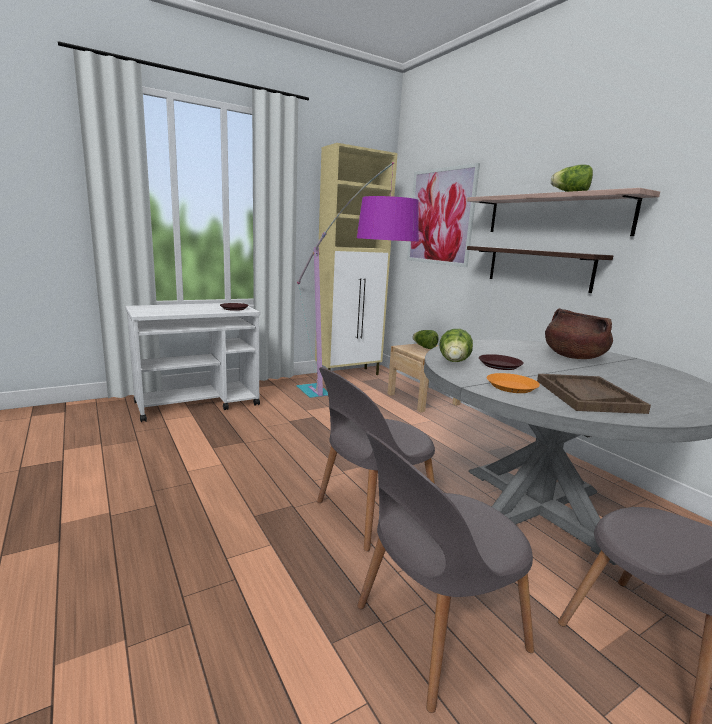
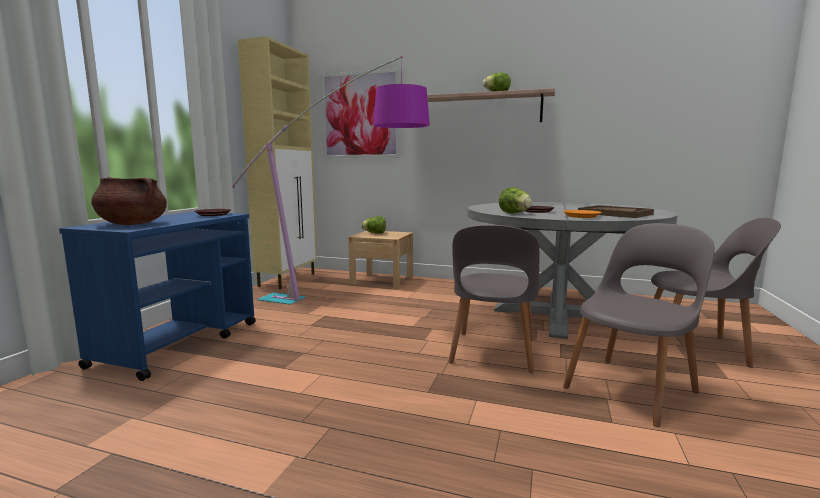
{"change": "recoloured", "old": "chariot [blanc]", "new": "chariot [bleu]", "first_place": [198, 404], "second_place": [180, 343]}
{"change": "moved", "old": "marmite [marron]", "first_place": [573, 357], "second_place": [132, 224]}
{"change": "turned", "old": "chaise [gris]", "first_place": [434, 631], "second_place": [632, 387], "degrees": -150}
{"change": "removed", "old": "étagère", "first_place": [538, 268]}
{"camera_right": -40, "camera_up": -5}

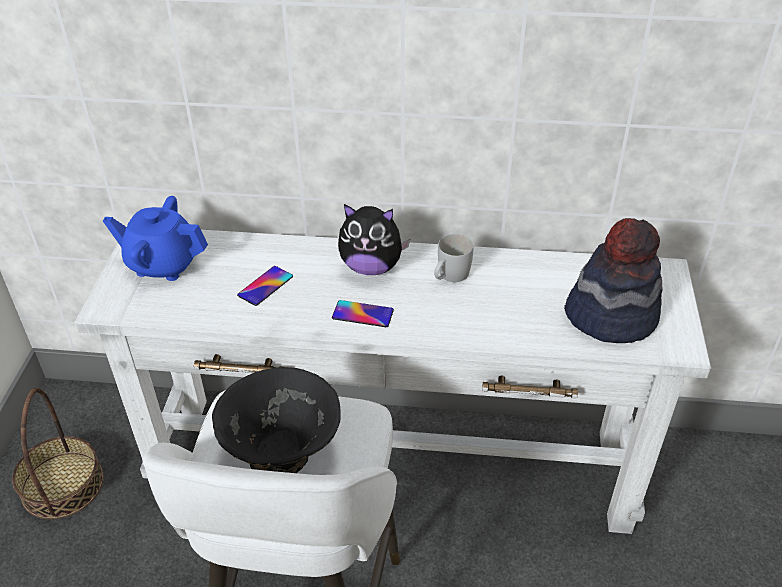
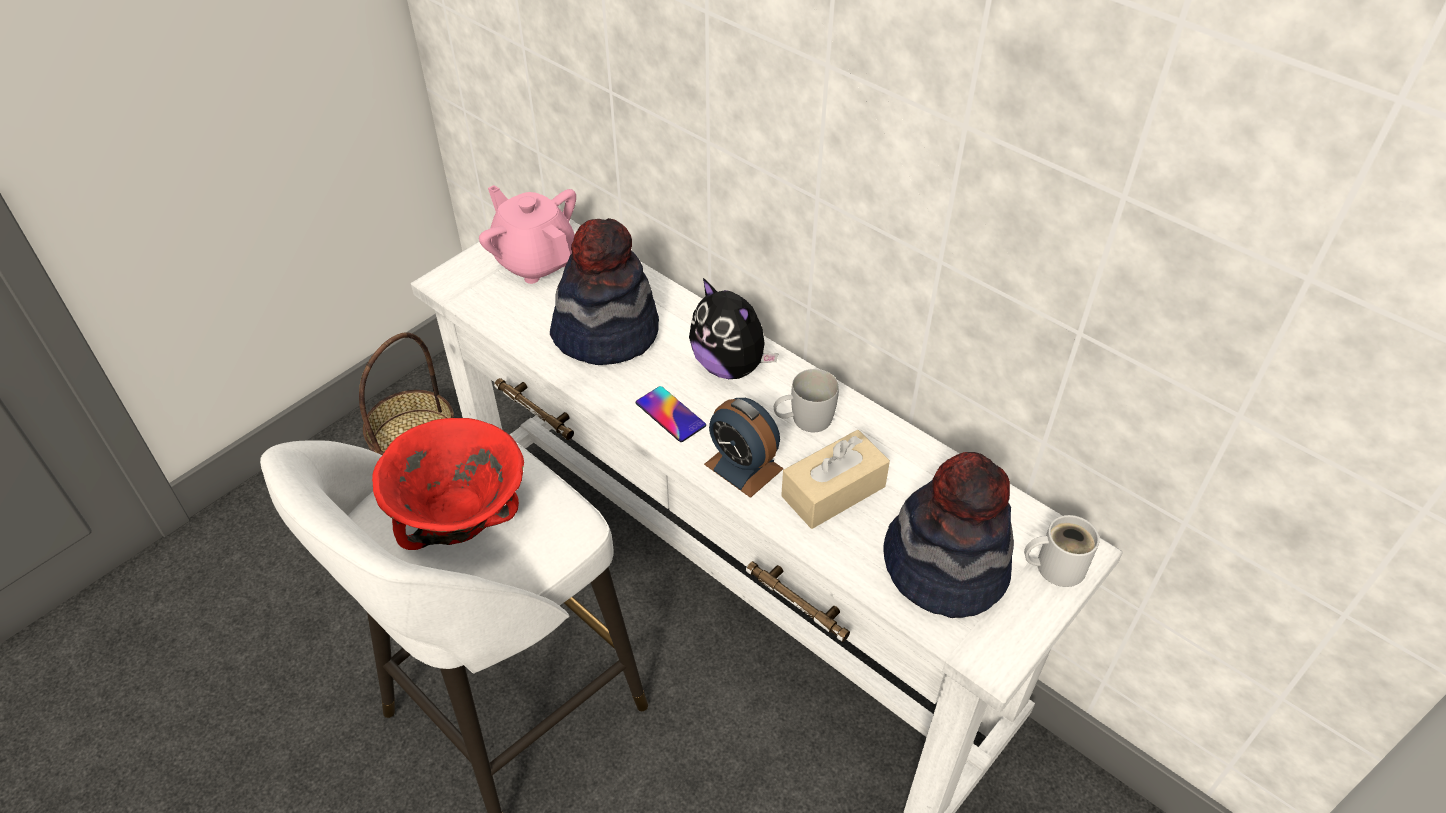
{"change": "recoloured", "old": "bol [noir]", "new": "bol [rouge]", "first_place": [282, 455], "second_place": [459, 519]}
{"change": "recoloured", "old": "théière [bleu]", "new": "théière [rose]", "first_place": [163, 264], "second_place": [535, 261]}
{"change": "replaced", "old": "téléphone", "new": "chapeau", "first_place": [265, 286], "second_place": [606, 333]}
{"change": "added", "new": "réveil", "second_place": [743, 466]}
{"change": "added", "new": "boîte à mouchoirs [beige]", "second_place": [833, 491]}
{"change": "added", "new": "mug [blanc]", "second_place": [1055, 565]}
{"camera_right": 35, "camera_up": 5}

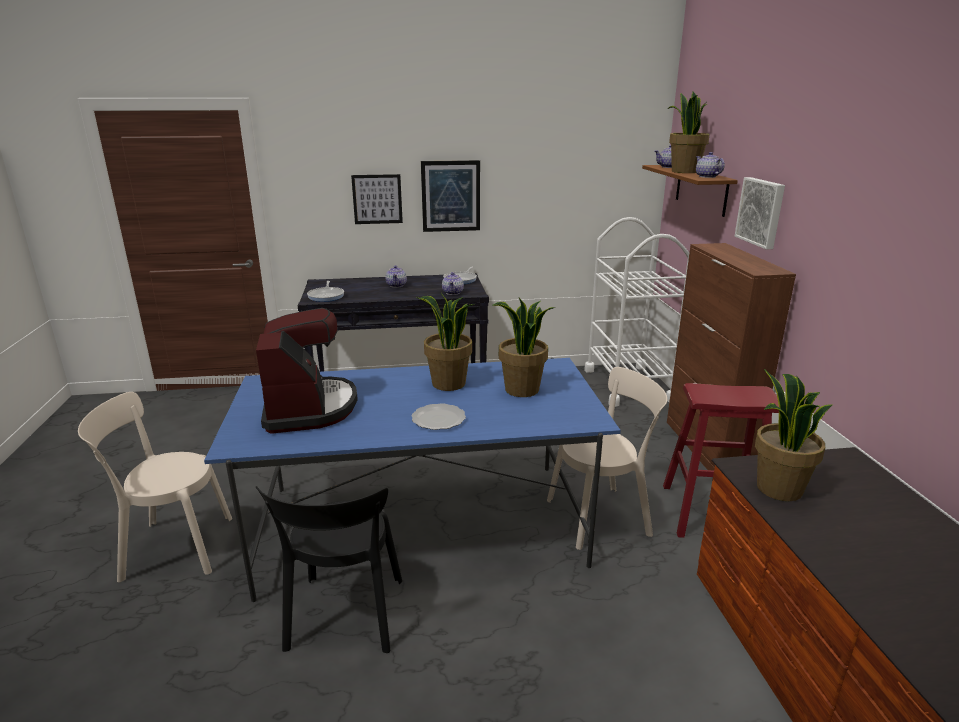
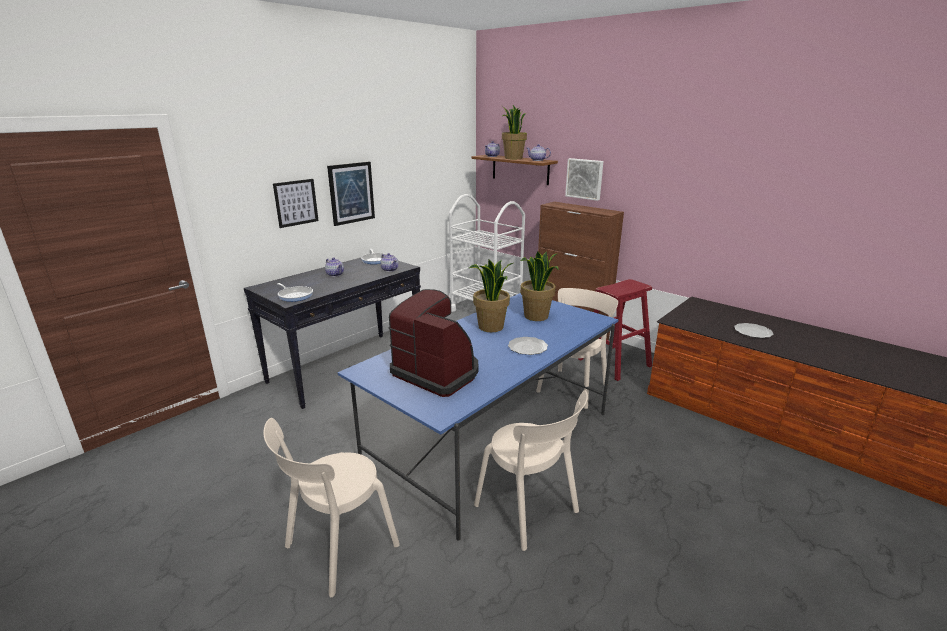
{"change": "recoloured", "old": "chaise [noir]", "new": "chaise [beige]", "first_place": [345, 618], "second_place": [529, 511]}
{"change": "added", "new": "assiette", "second_place": [753, 332]}
{"change": "removed", "old": "plante en pot", "first_place": [778, 489]}
{"camera_right": -40, "camera_up": 0}

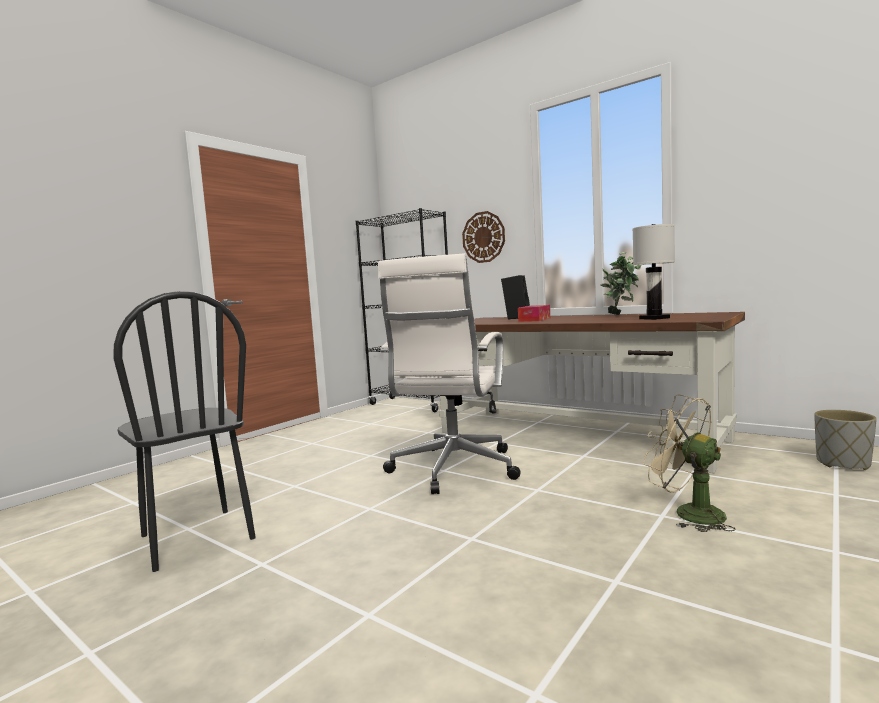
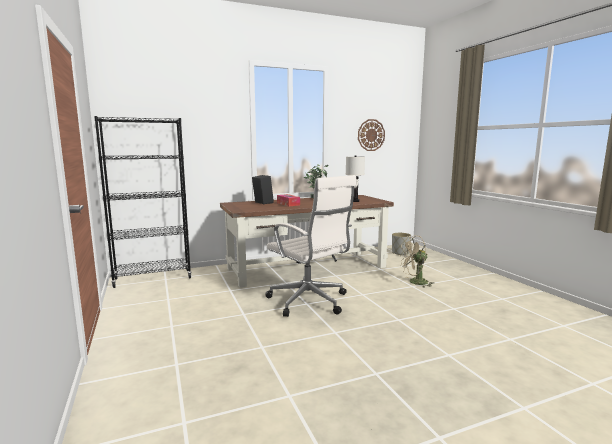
{"change": "moved", "old": "horloge murale", "first_place": [483, 237], "second_place": [371, 135]}
{"change": "removed", "old": "chaise [noir]", "first_place": [196, 537]}
{"camera_right": -60, "camera_up": 5}

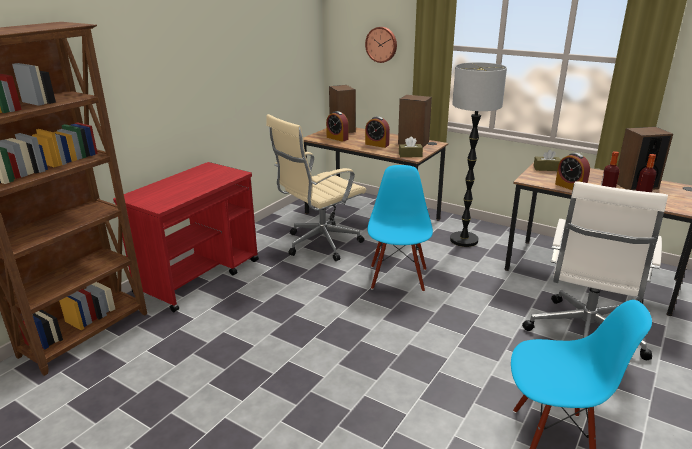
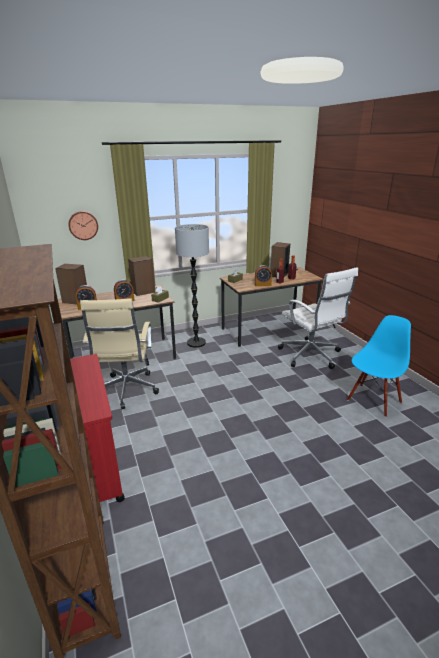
{"change": "removed", "old": "chaise [bleu]", "first_place": [398, 278]}
{"camera_right": -55, "camera_up": 0}

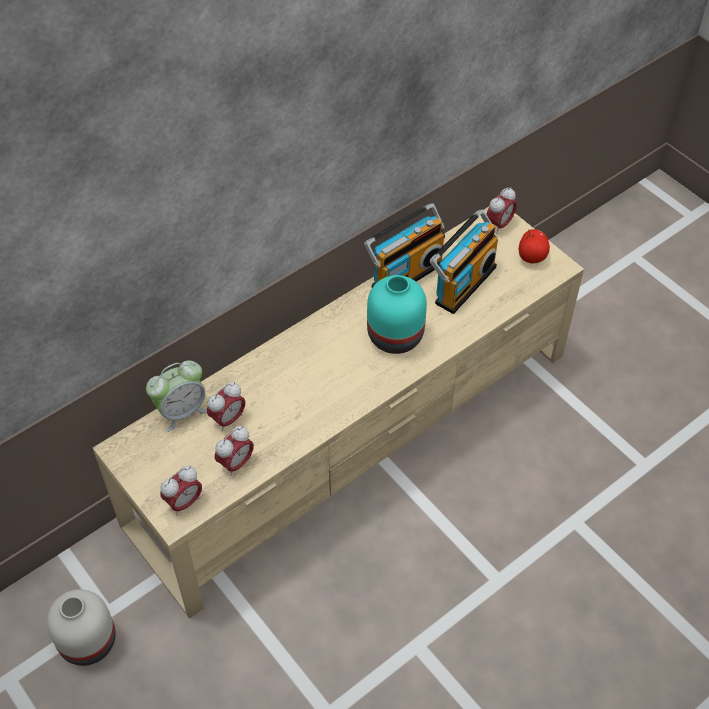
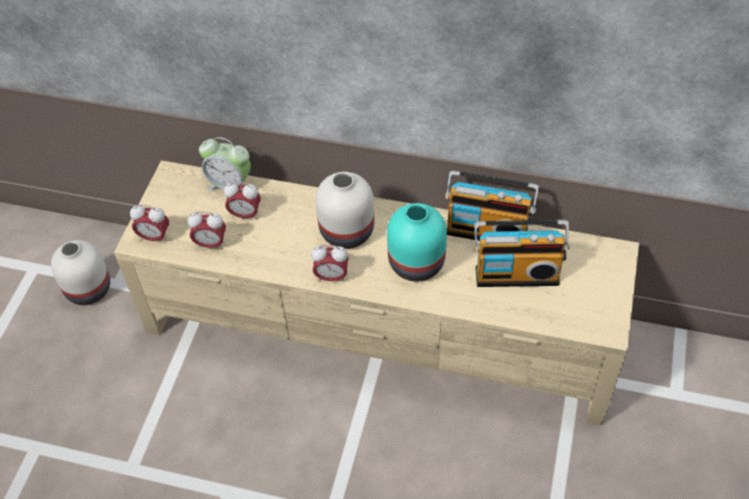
{"change": "moved", "old": "réveil", "first_place": [499, 224], "second_place": [331, 277]}
{"change": "added", "new": "vase [blanc]", "second_place": [348, 231]}
{"change": "removed", "old": "pomme", "first_place": [532, 257]}
{"camera_right": 55, "camera_up": 0}

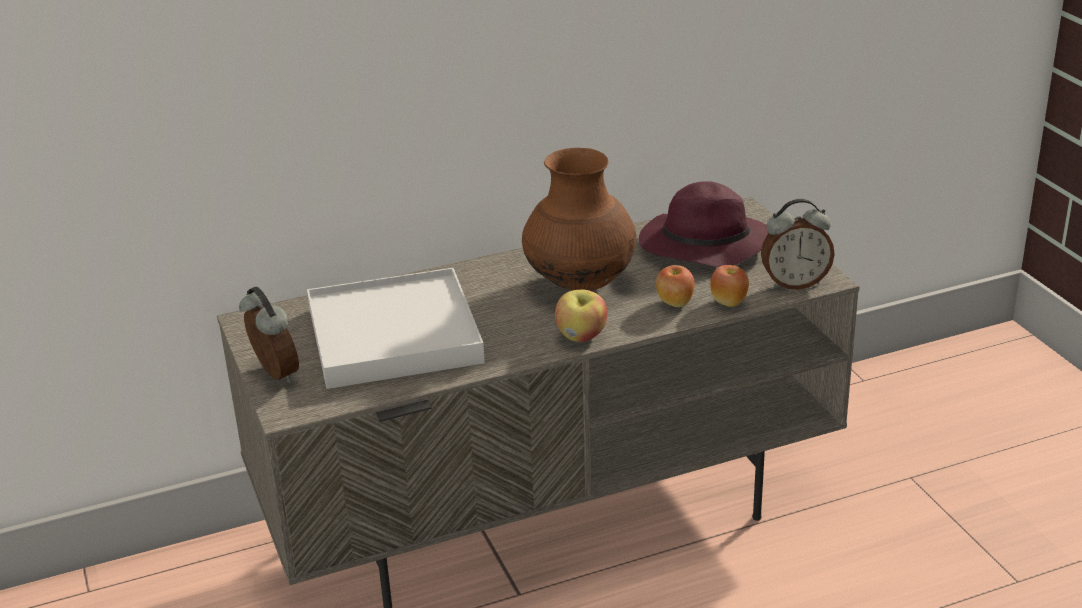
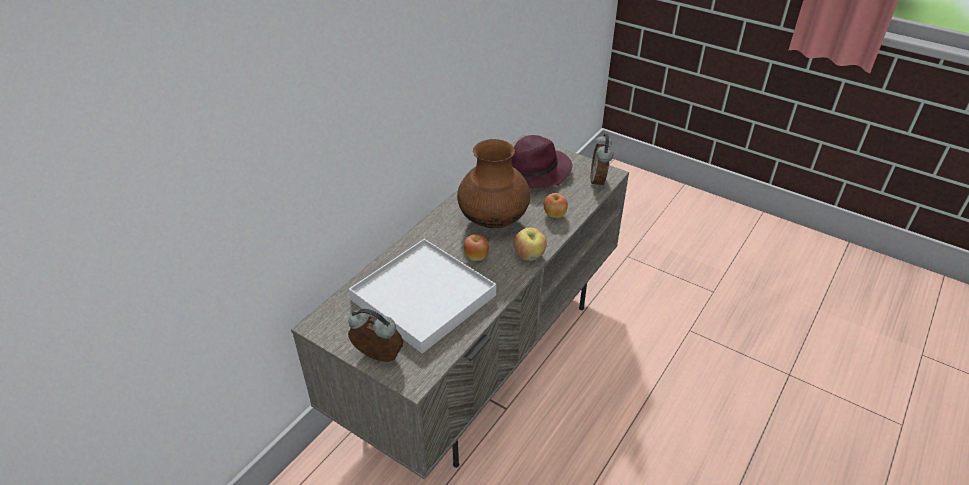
{"change": "moved", "old": "pomme", "first_place": [729, 302], "second_place": [476, 257]}
{"change": "turned", "old": "réveil", "first_place": [794, 283], "second_place": [599, 181], "degrees": 135}
{"camera_right": -35, "camera_up": 10}

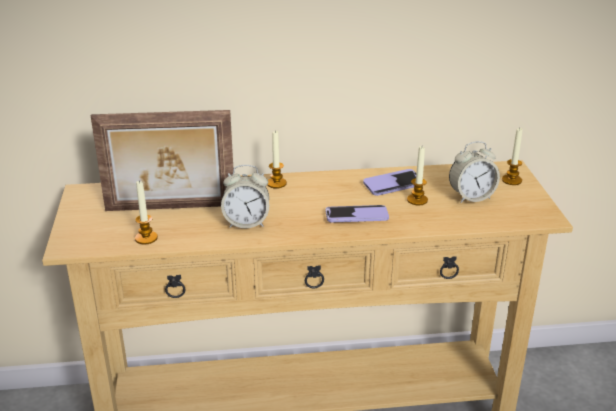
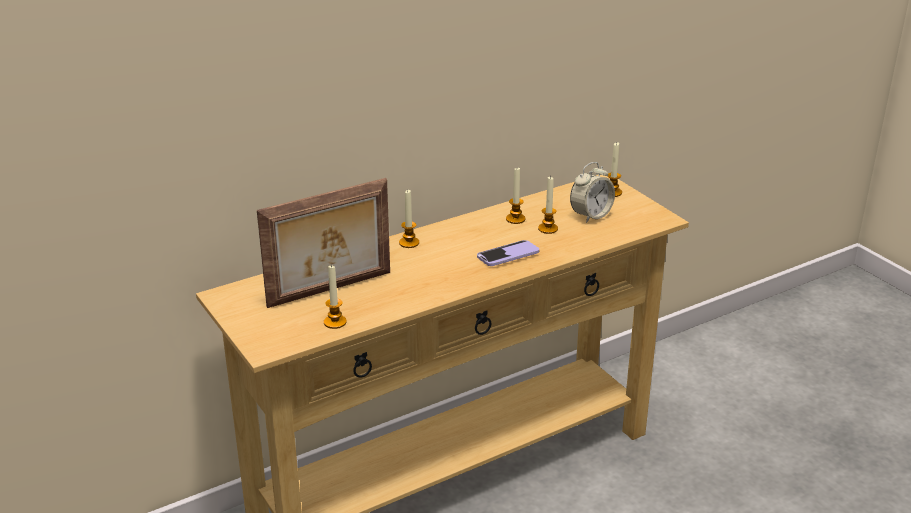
{"change": "replaced", "old": "téléphone", "new": "bougie", "first_place": [393, 184], "second_place": [515, 219]}
{"change": "removed", "old": "réveil", "first_place": [246, 223]}
{"camera_right": -25, "camera_up": 0}

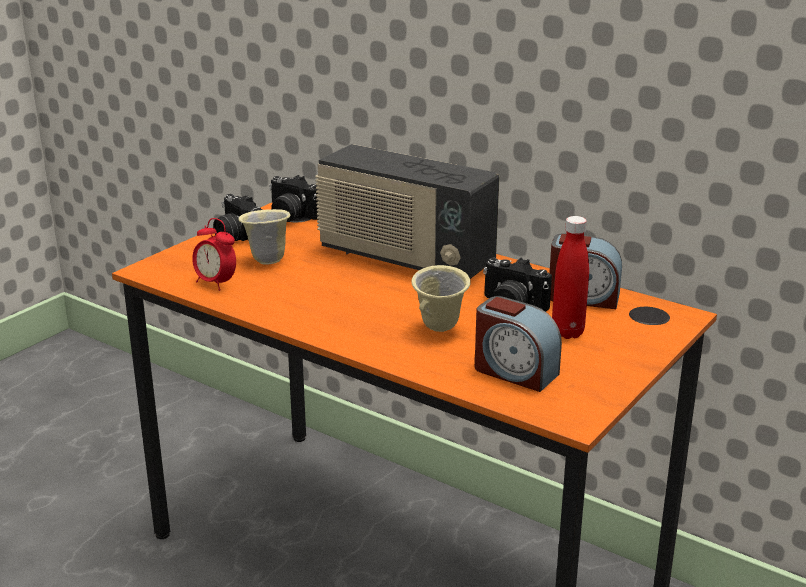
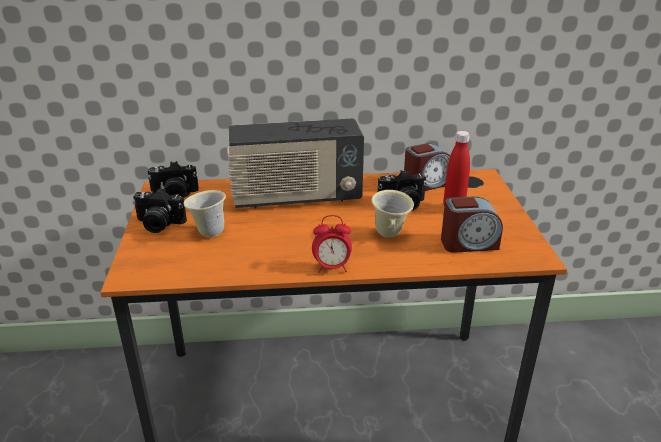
{"change": "moved", "old": "réveil", "first_place": [216, 283], "second_place": [332, 267]}
{"camera_right": -40, "camera_up": 5}

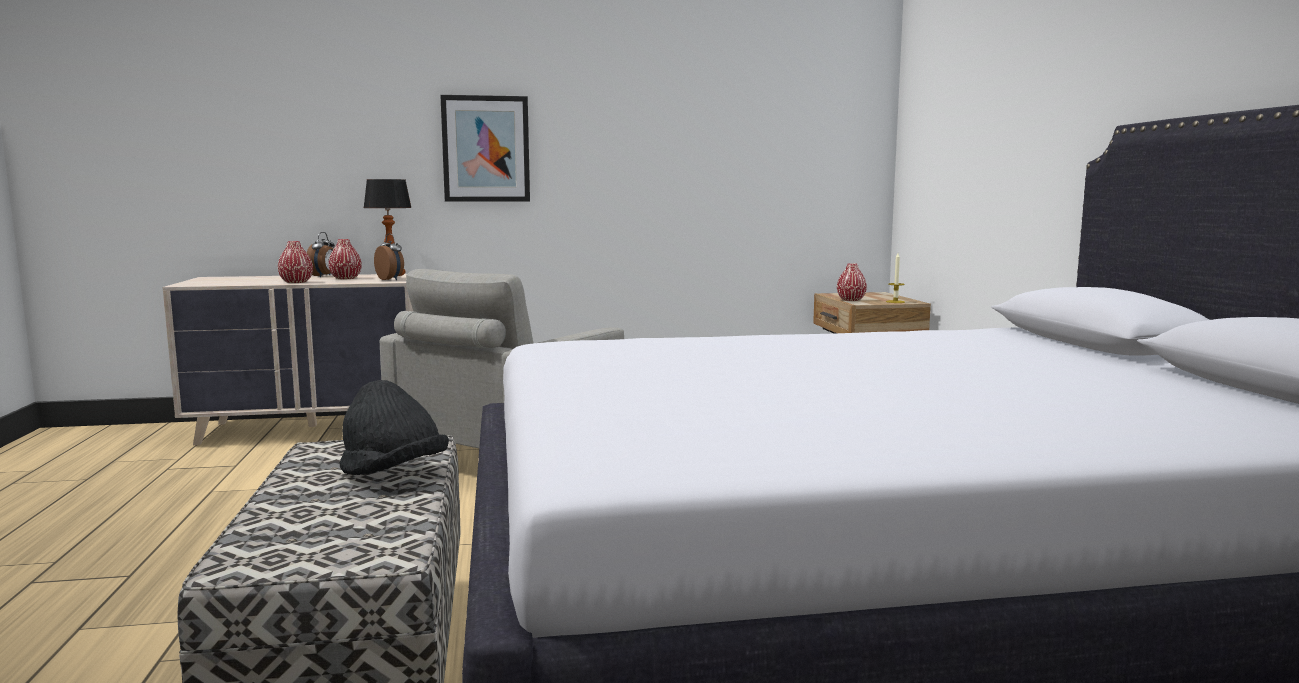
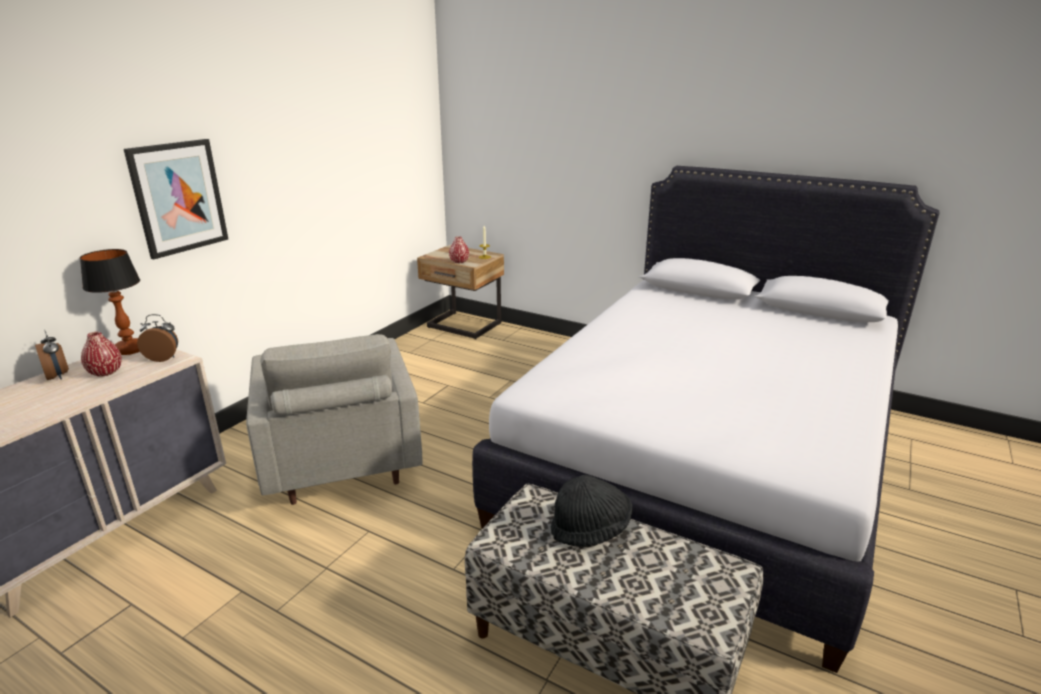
{"change": "removed", "old": "vase [rouge]", "first_place": [296, 282]}
{"camera_right": -50, "camera_up": 15}

